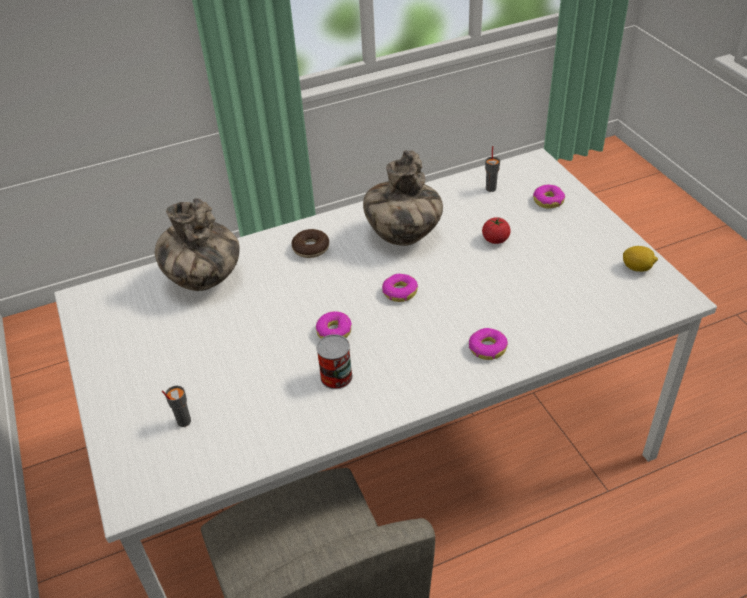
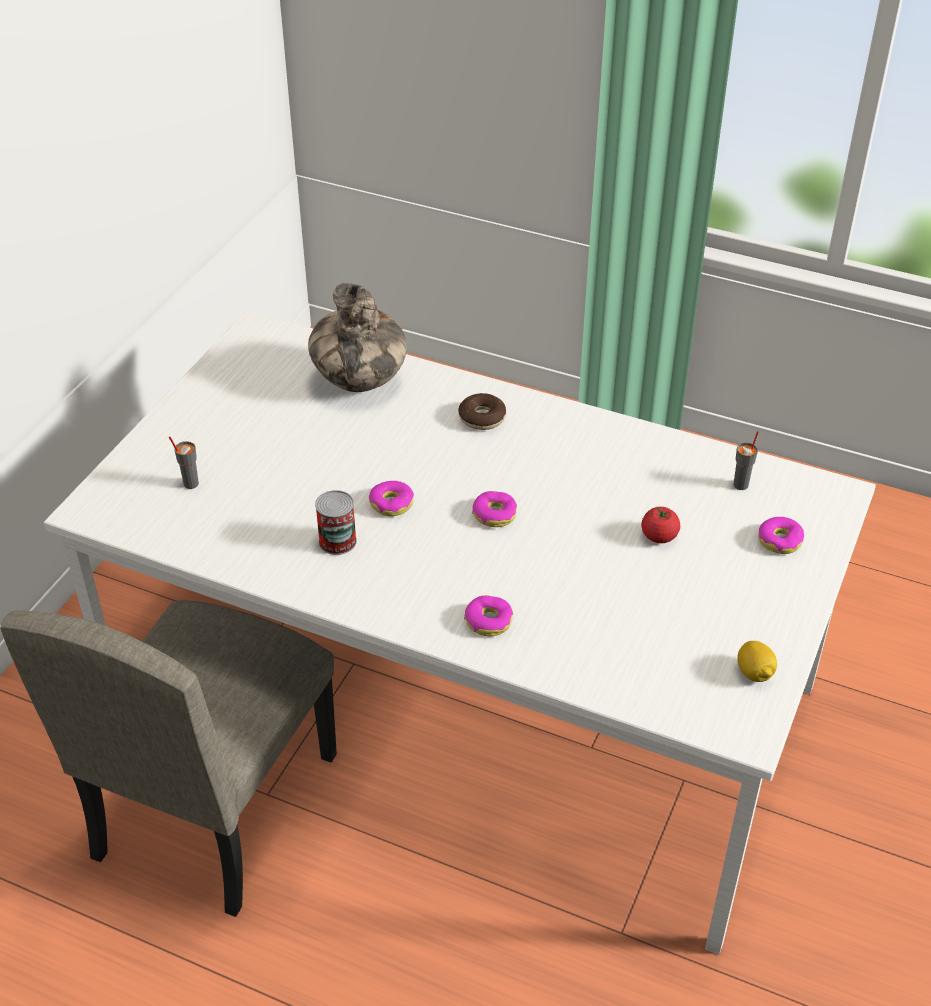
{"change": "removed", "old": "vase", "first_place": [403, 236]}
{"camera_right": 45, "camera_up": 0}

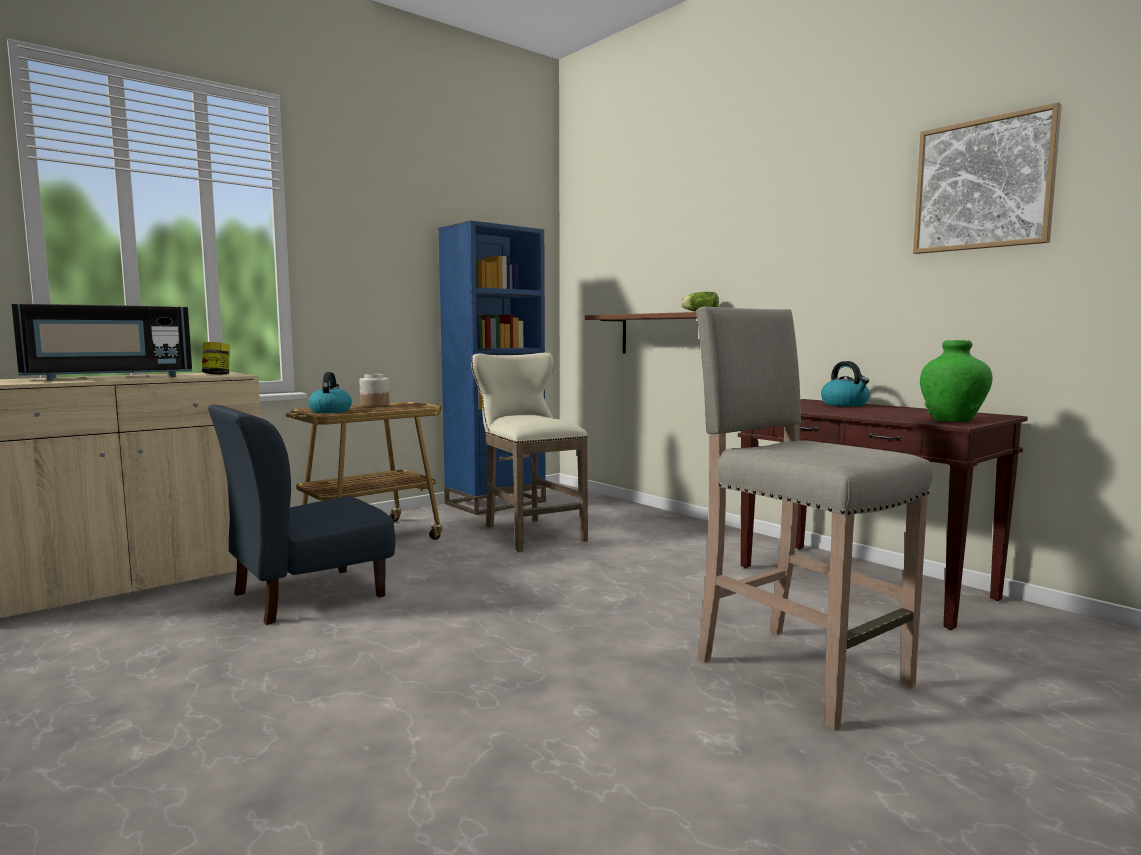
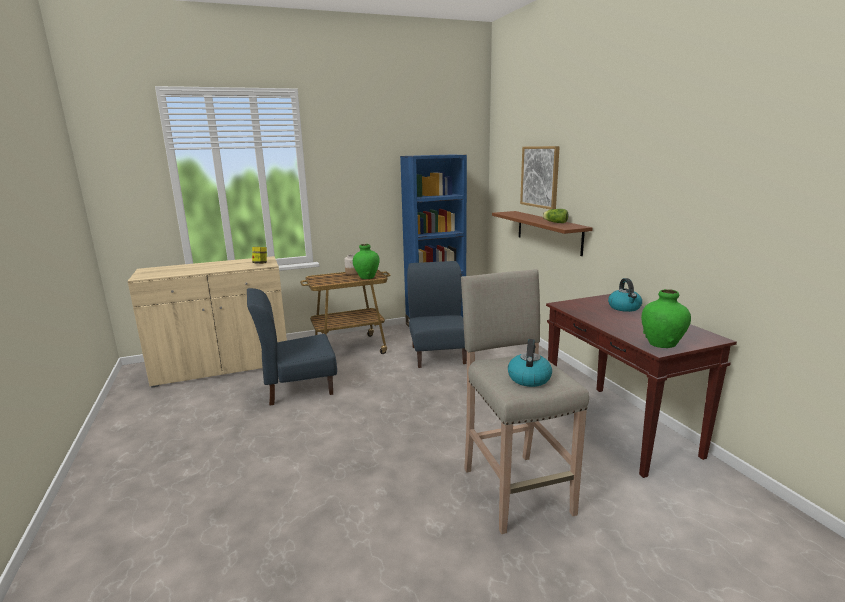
{"change": "added", "new": "vase [vert]", "second_place": [367, 277]}
{"change": "replaced", "old": "tabouret [beige]", "new": "chaise [bleu]", "first_place": [529, 532], "second_place": [438, 354]}
{"change": "moved", "old": "bouilloire", "first_place": [330, 411], "second_place": [529, 378]}
{"change": "moved", "old": "tableau", "first_place": [983, 184], "second_place": [540, 177]}
{"change": "removed", "old": "micro-ondes [noir]", "first_place": [110, 378]}
{"camera_right": 20, "camera_up": 10}

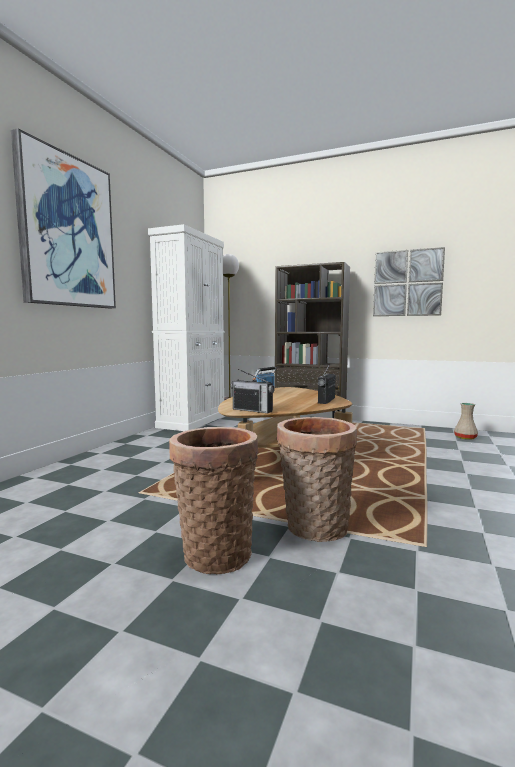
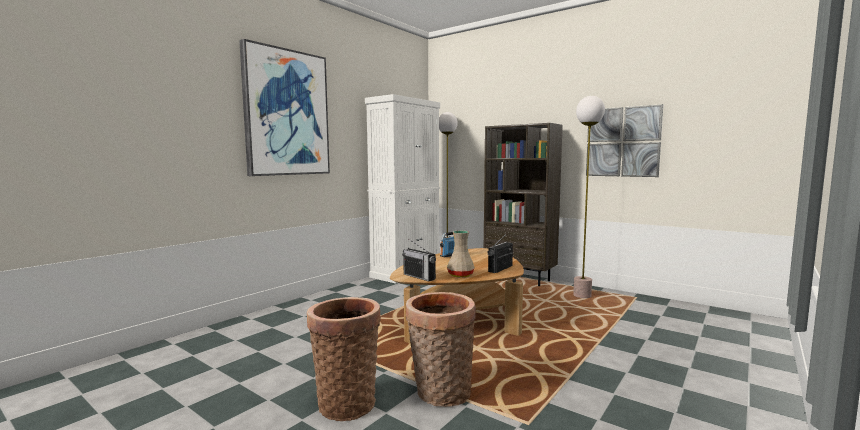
{"change": "moved", "old": "vase [beige]", "first_place": [465, 437], "second_place": [461, 275]}
{"change": "added", "new": "lampadaire", "second_place": [582, 296]}
{"camera_right": 15, "camera_up": 0}

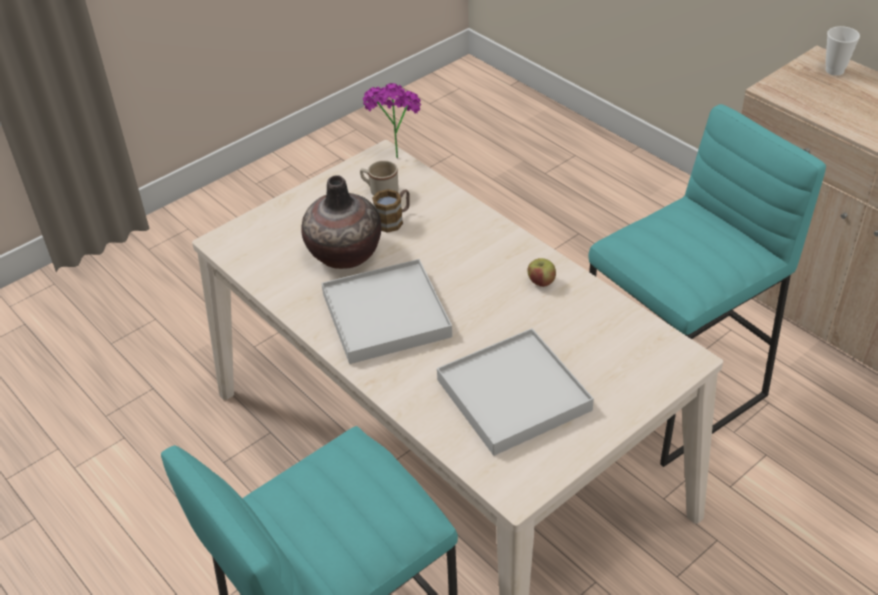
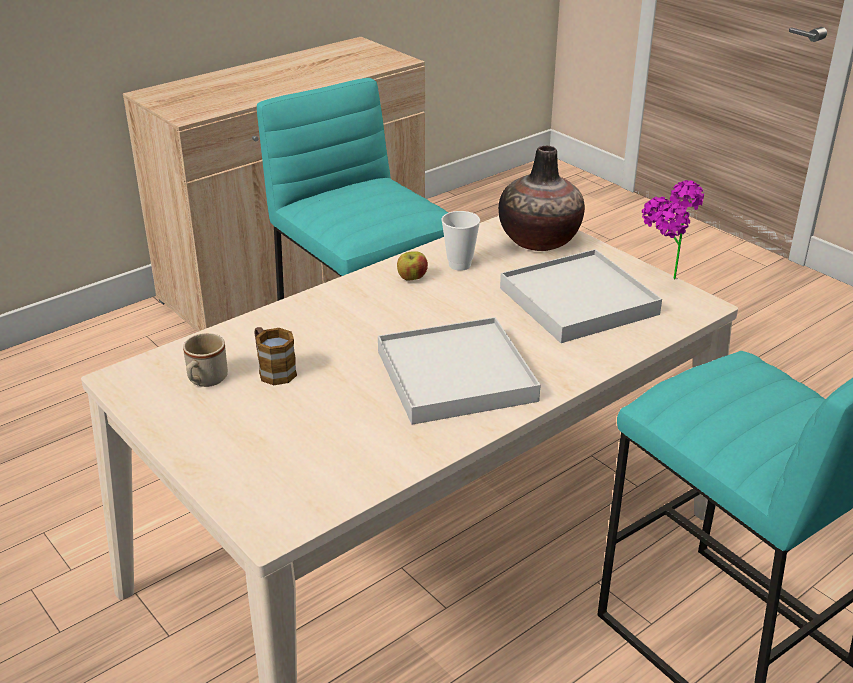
{"change": "moved", "old": "tasse", "first_place": [834, 70], "second_place": [459, 265]}
{"change": "moved", "old": "vase", "first_place": [344, 253], "second_place": [539, 240]}
{"change": "moved", "old": "plante en pot", "first_place": [394, 152], "second_place": [662, 280]}
{"camera_right": -90, "camera_up": -10}

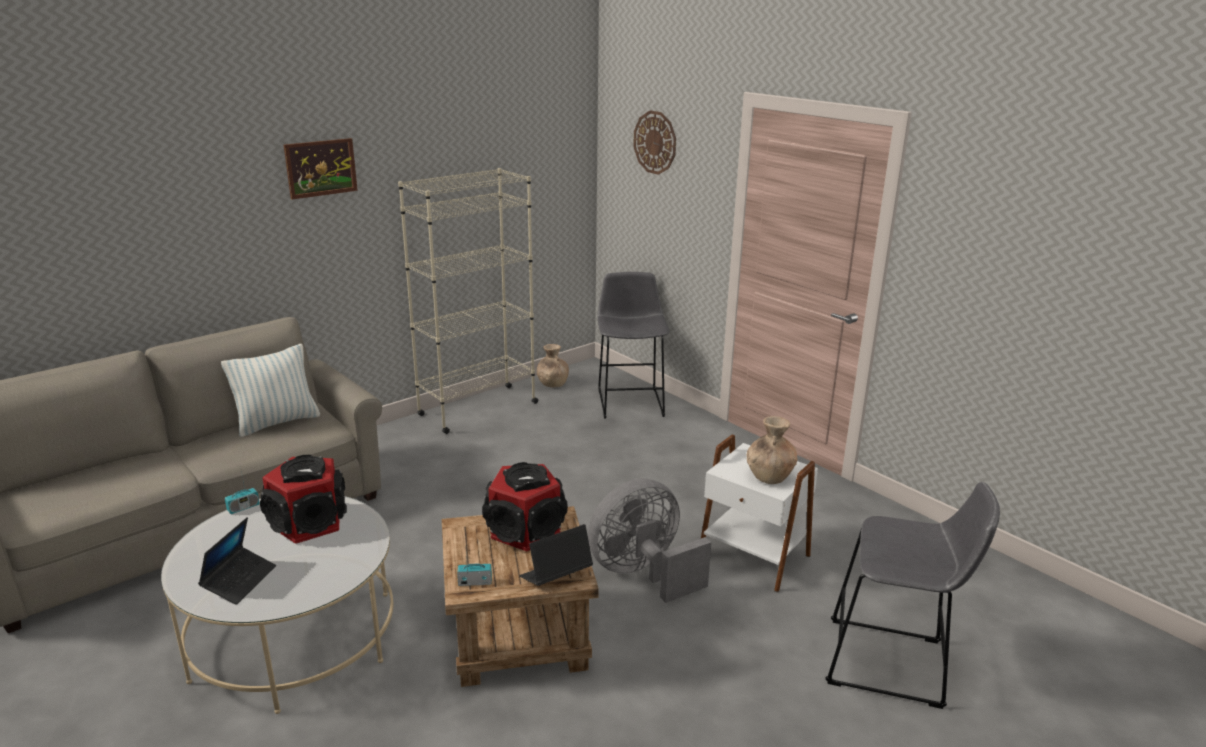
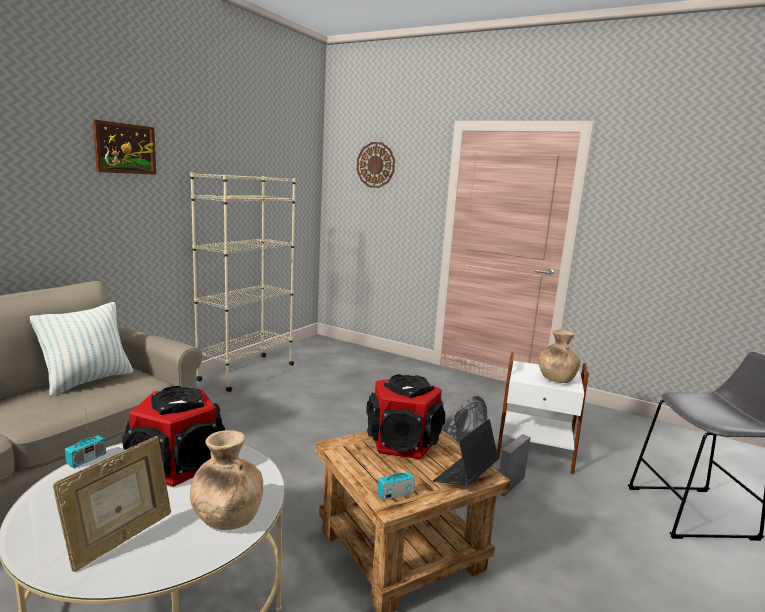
{"change": "replaced", "old": "ordinateur portable", "new": "cadre photo", "first_place": [239, 581], "second_place": [121, 540]}
{"change": "moved", "old": "vase [marron]", "first_place": [552, 383], "second_place": [226, 516]}
{"change": "removed", "old": "tabouret [gris]", "first_place": [630, 400]}
{"camera_right": -20, "camera_up": -10}

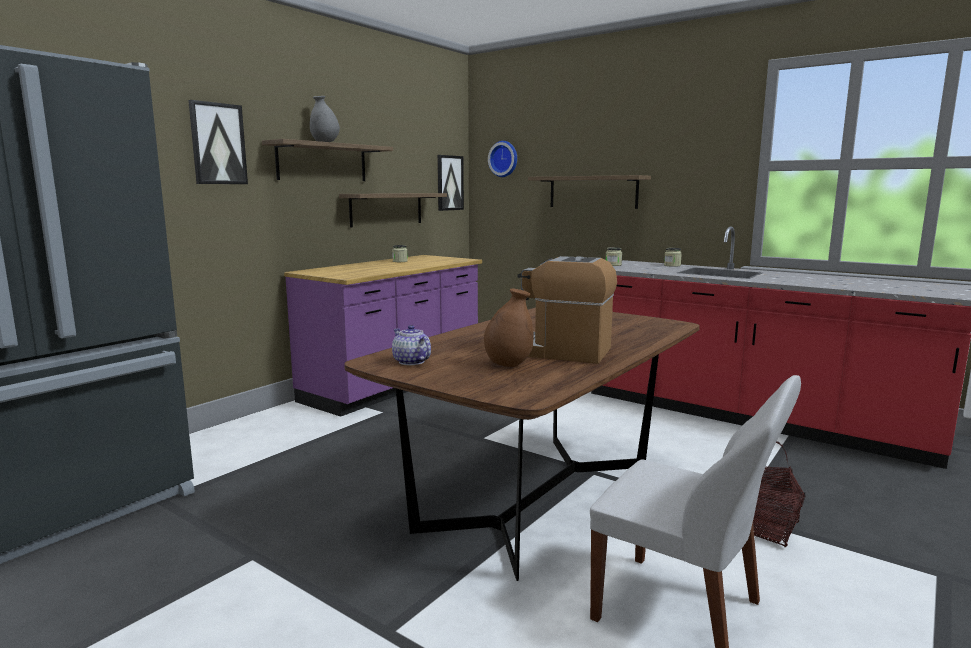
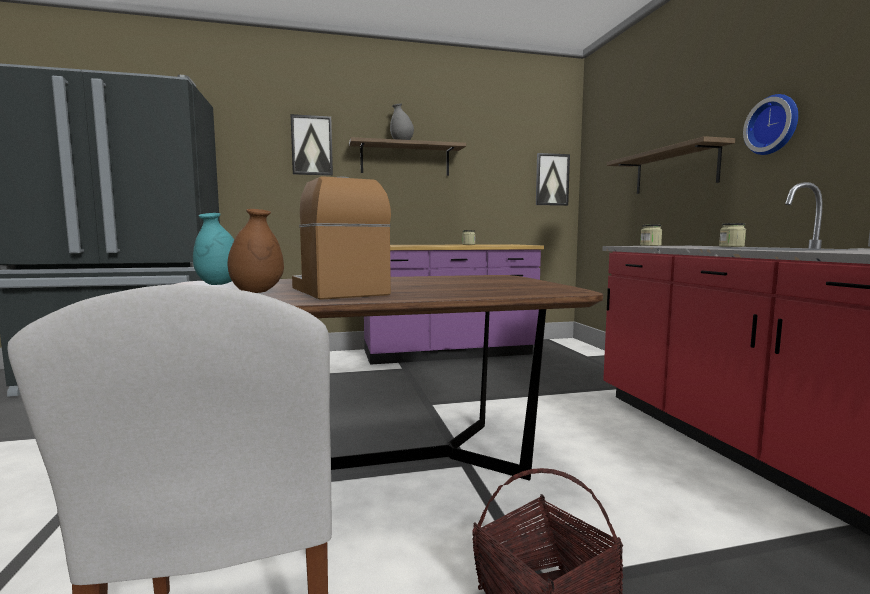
{"change": "replaced", "old": "théière", "new": "vase [turquoise]", "first_place": [411, 362], "second_place": [219, 284]}
{"change": "moved", "old": "horloge murale", "first_place": [504, 159], "second_place": [774, 125]}
{"change": "removed", "old": "étagère", "first_place": [386, 209]}
{"camera_right": 40, "camera_up": -5}

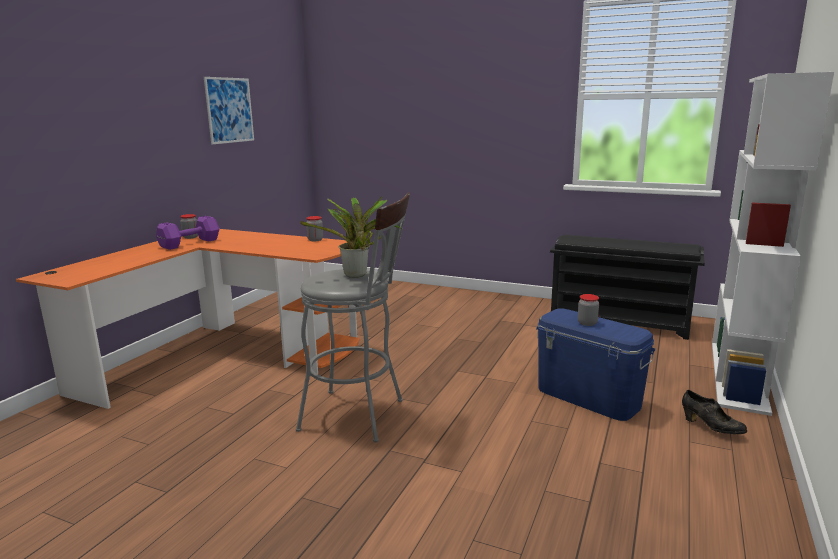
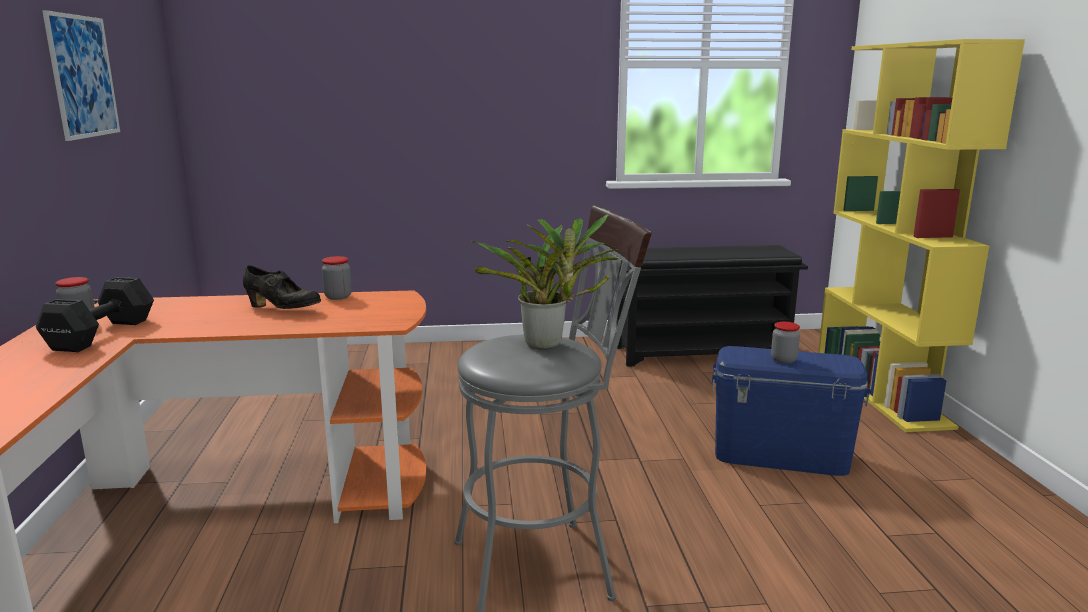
{"change": "recoloured", "old": "haltère [violet]", "new": "haltère [noir]", "first_place": [191, 243], "second_place": [104, 333]}
{"change": "moved", "old": "chaussure [noir]", "first_place": [711, 428], "second_place": [282, 309]}
{"change": "recoloured", "old": "bibliothèque [blanc]", "new": "bibliothèque [jaune]", "first_place": [739, 376], "second_place": [881, 391]}
{"camera_right": -30, "camera_up": 0}

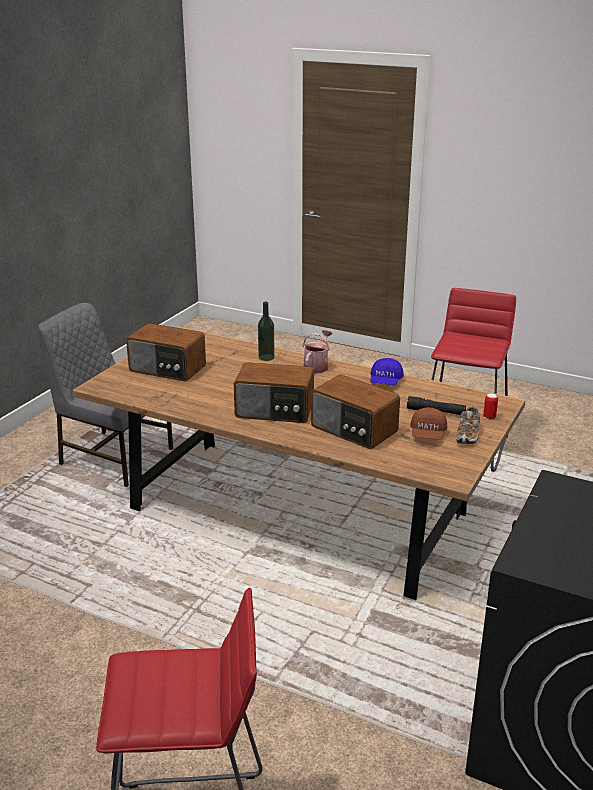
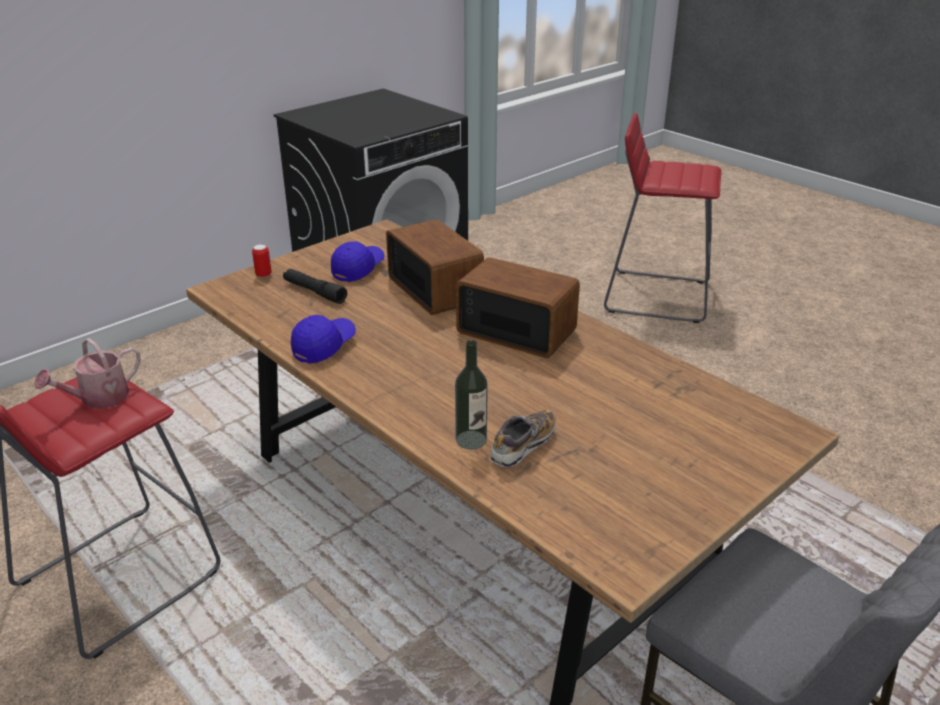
{"change": "moved", "old": "arrosoir", "first_place": [317, 366], "second_place": [98, 399]}
{"change": "recoloured", "old": "casquette [marron]", "new": "casquette [bleu]", "first_place": [427, 434], "second_place": [358, 269]}
{"change": "moved", "old": "chaussure", "first_place": [468, 435], "second_place": [523, 446]}
{"change": "removed", "old": "radio", "first_place": [167, 369]}
{"camera_right": -160, "camera_up": 5}

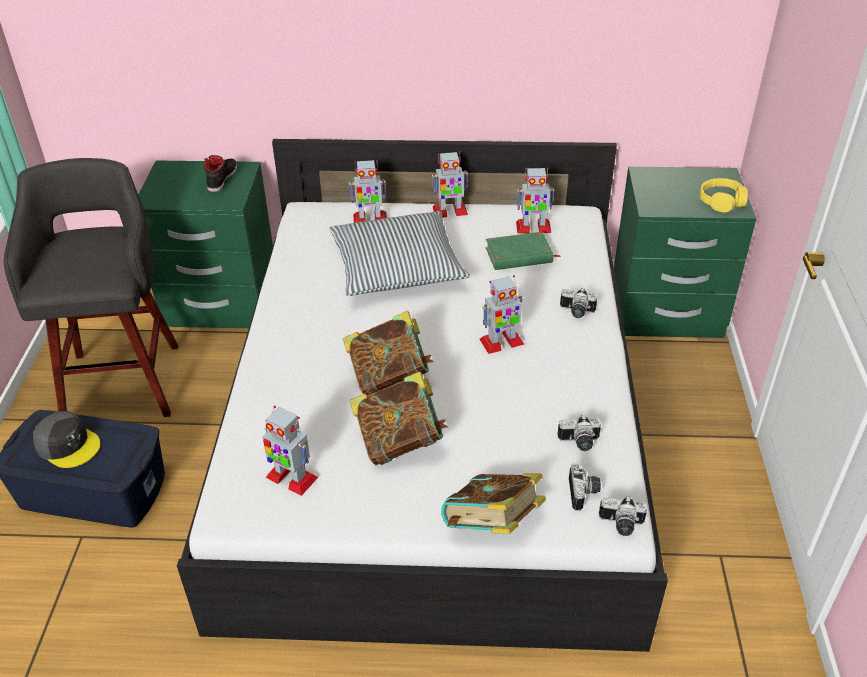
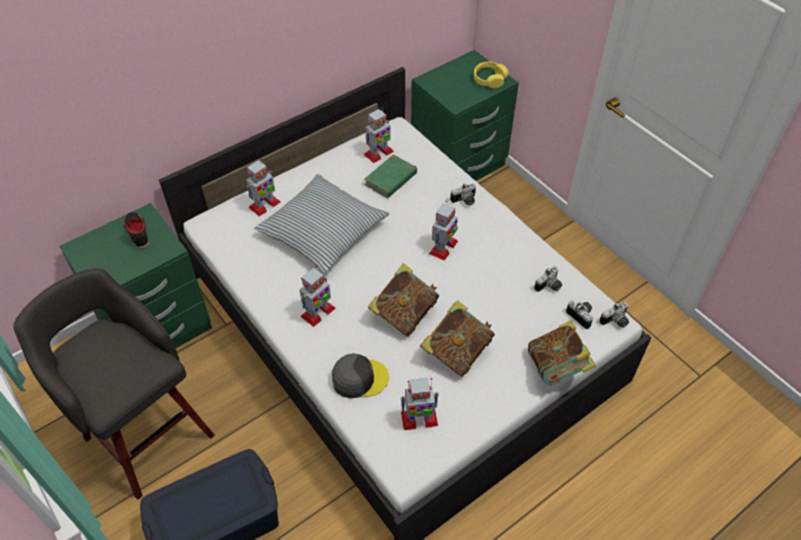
{"change": "moved", "old": "robot jouet", "first_place": [449, 211], "second_place": [318, 312]}
{"change": "moved", "old": "casquette [gris]", "first_place": [68, 444], "second_place": [359, 378]}
{"camera_right": -40, "camera_up": 10}

